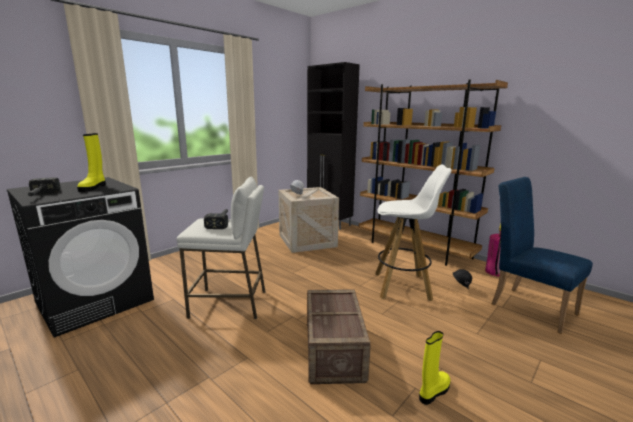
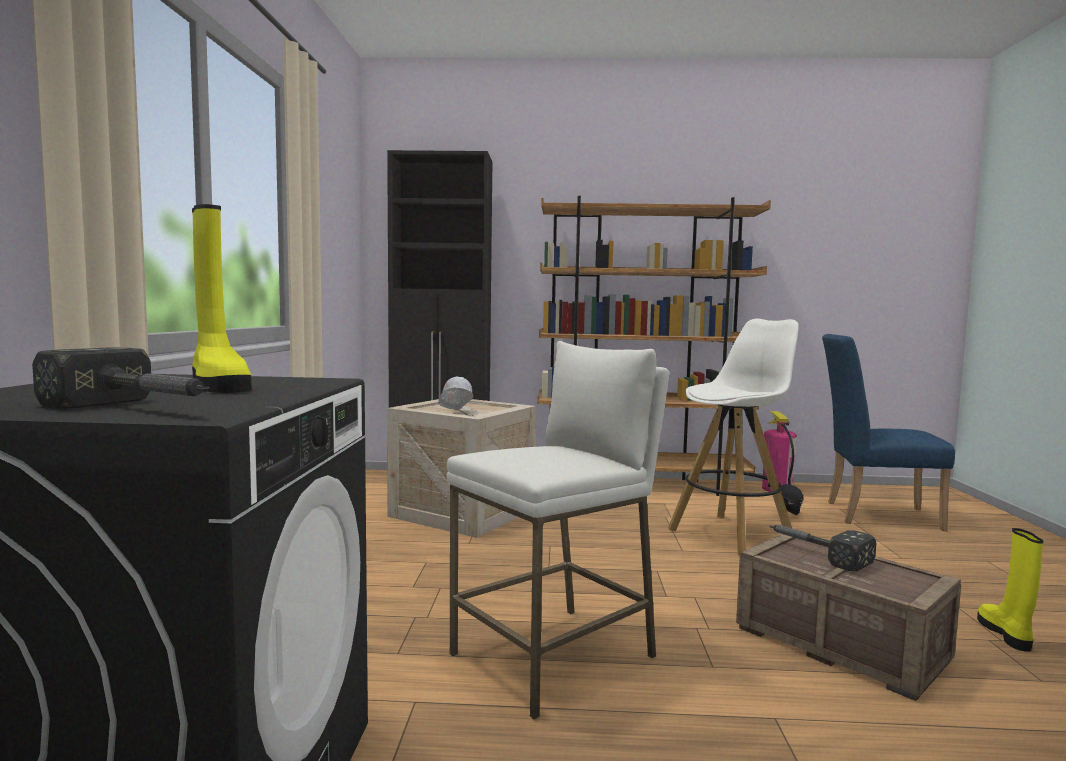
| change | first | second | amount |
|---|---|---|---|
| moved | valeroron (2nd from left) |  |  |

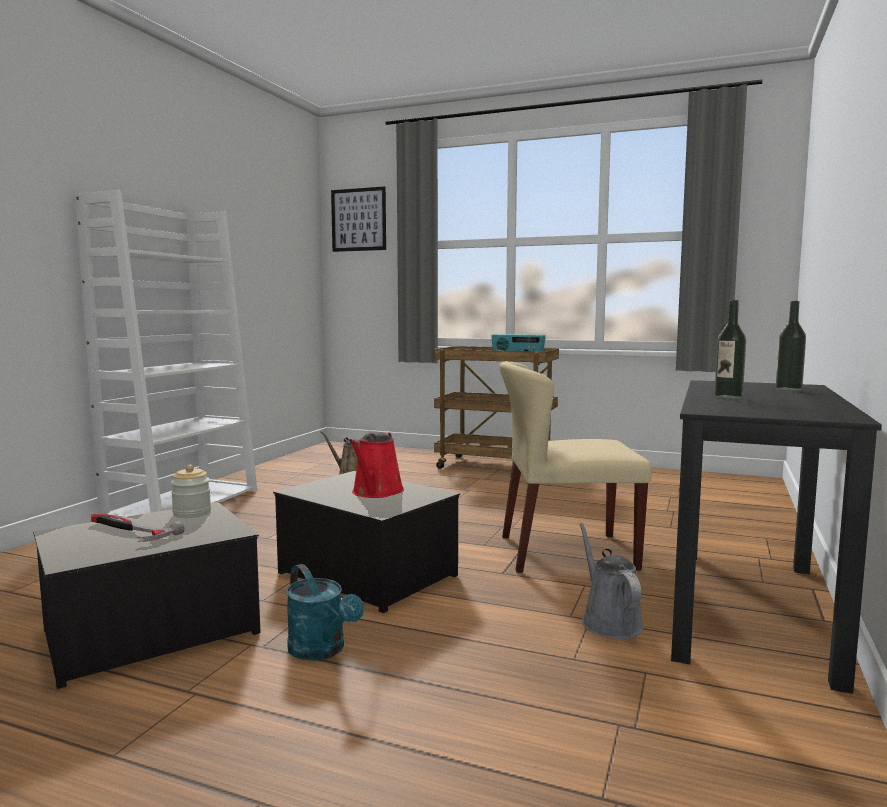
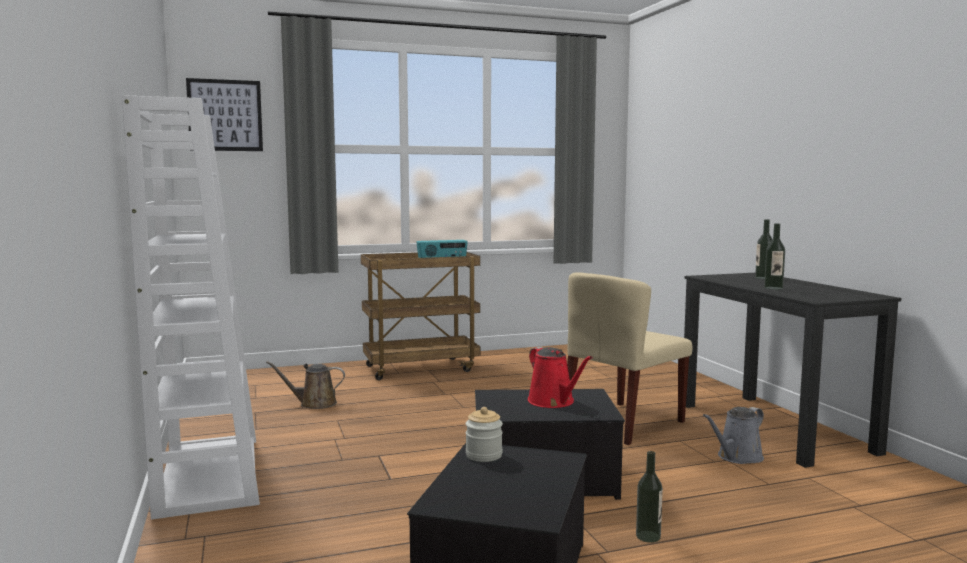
| change | first | second | amount |
|---|---|---|---|
| replaced | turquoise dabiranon | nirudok (1st from left) |  |
| turned | grey dabiranon |  | 75 degrees counterclockwise |
| removed | valeroron |  |  |

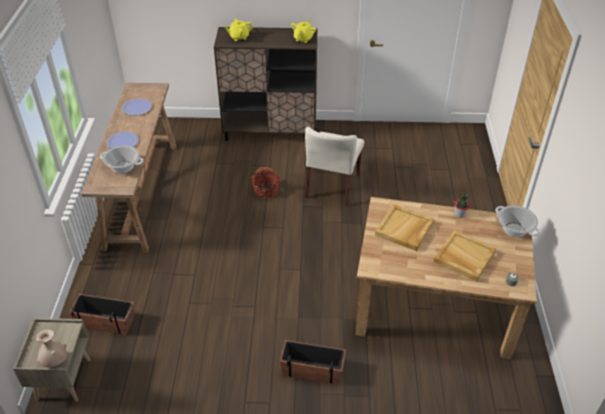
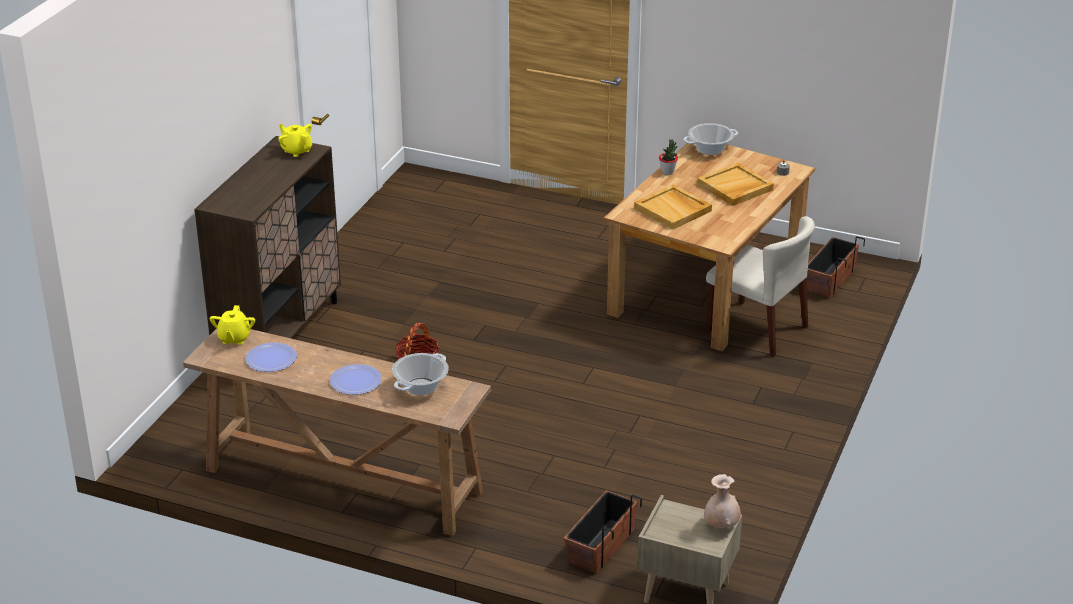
| change | first | second | amount |
|---|---|---|---|
| moved | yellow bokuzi (1st from left) |  |  |
| moved | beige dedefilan |  |  |
| moved | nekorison (2nd from left) |  |  |

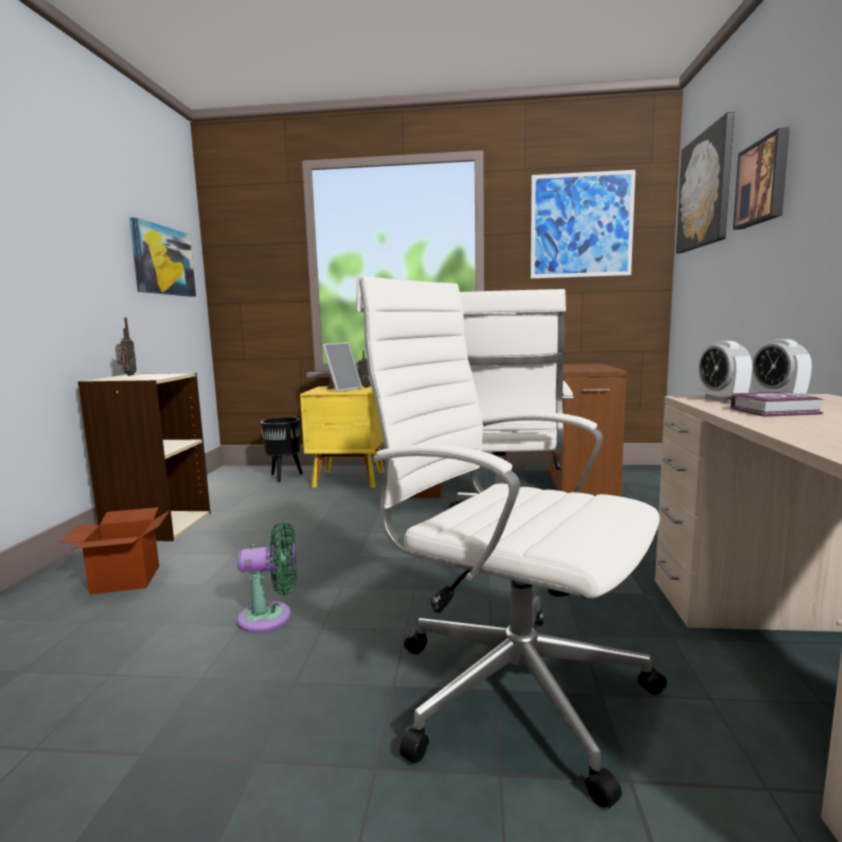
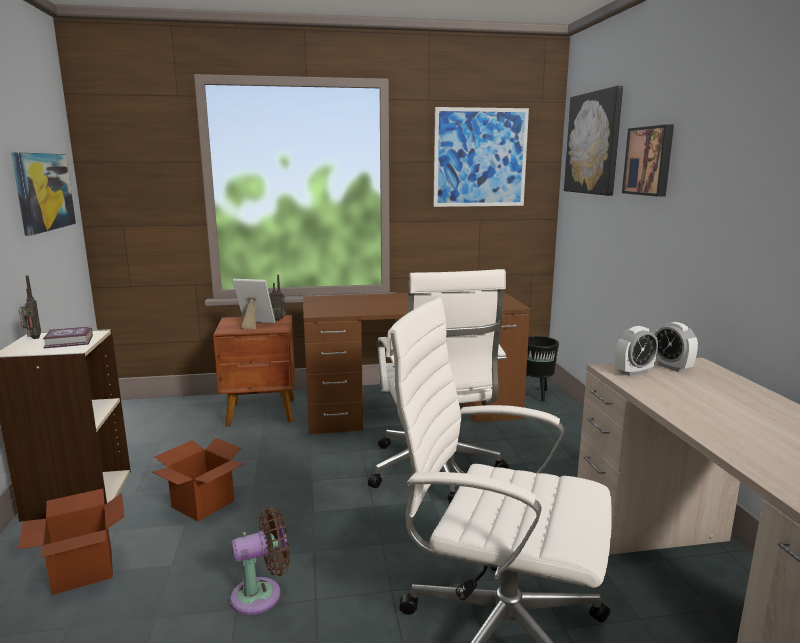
| change | first | second | amount |
|---|---|---|---|
| moved | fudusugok |  |  |
| added |  | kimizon (2nd from left) |  |
| recoloured | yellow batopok | brown batopok |  |
| recoloured | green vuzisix | brown vuzisix |  |
| turned | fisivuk |  | 105 degrees counterclockwise |
| moved | black nekorison |  |  |
| turned | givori (1st from left) |  | 90 degrees counterclockwise |

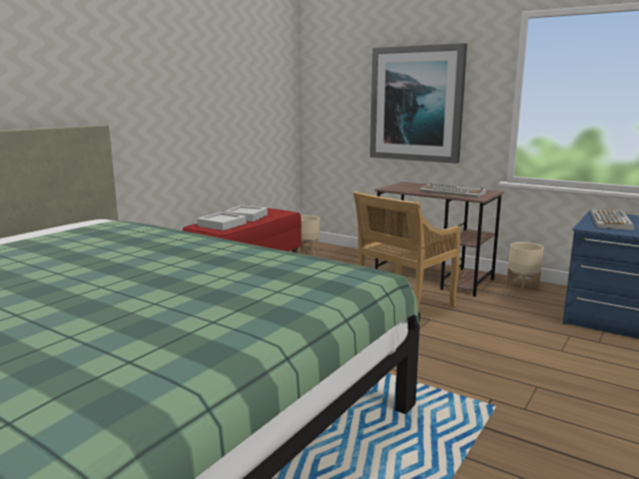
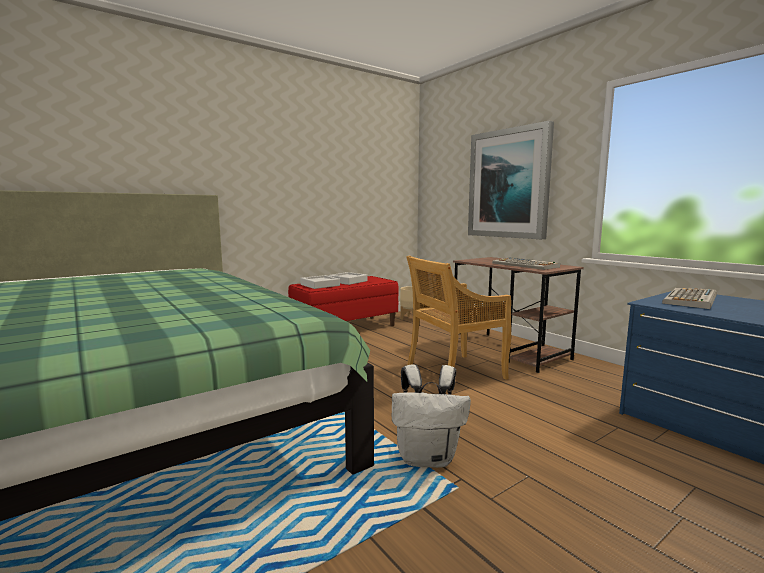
| change | first | second | amount |
|---|---|---|---|
| added |  | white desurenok |  |
| removed | beige nekorison (2nd from left) |  |  |

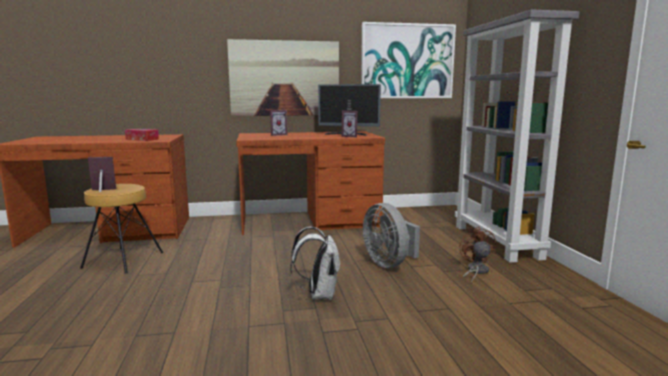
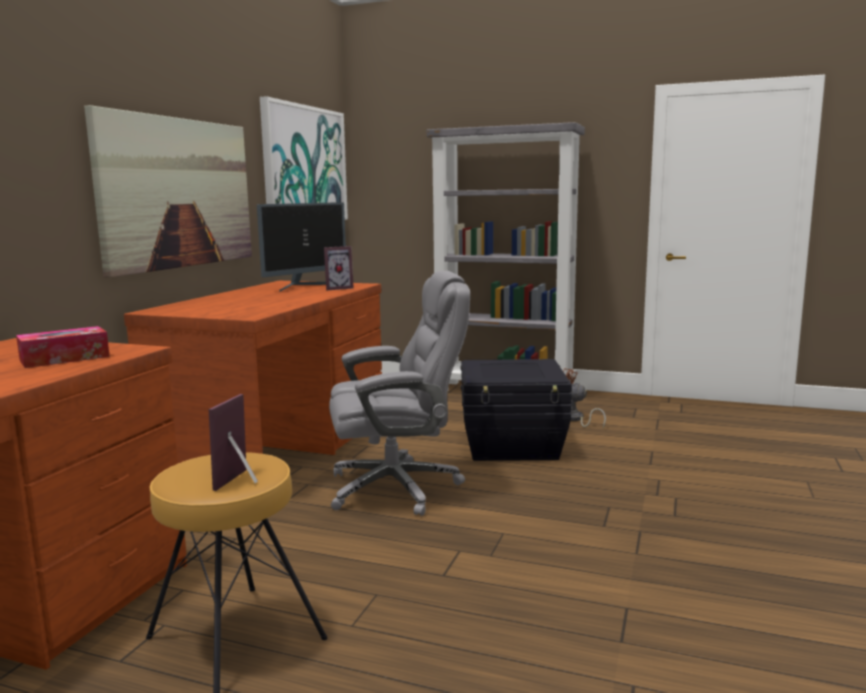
| change | first | second | amount |
|---|---|---|---|
| added |  | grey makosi |  |
| replaced | grey vuzisix | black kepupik |  |
| removed | fisivuk (2nd from left) |  |  |
| removed | white desurenok |  |  |

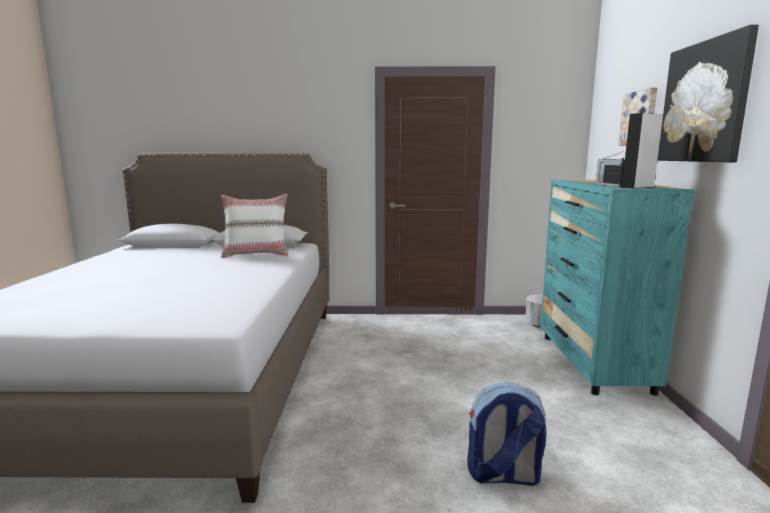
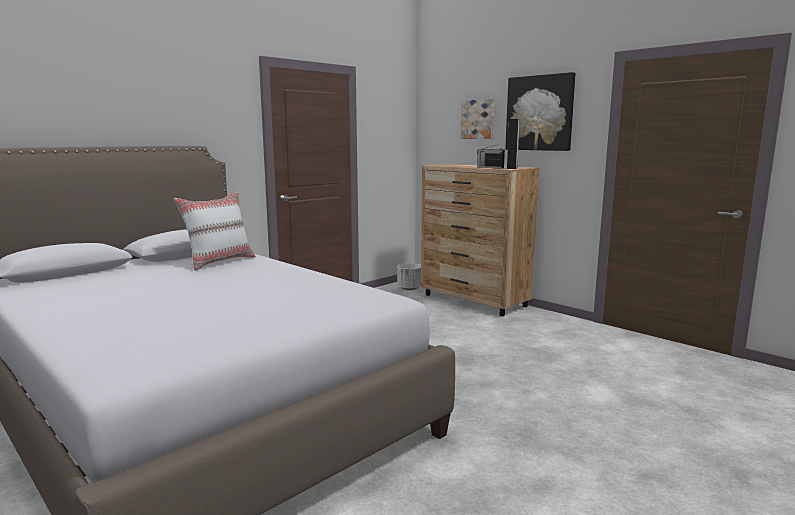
| change | first | second | amount |
|---|---|---|---|
| recoloured | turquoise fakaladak | brown fakaladak |  |
| removed | desurenok |  |  |

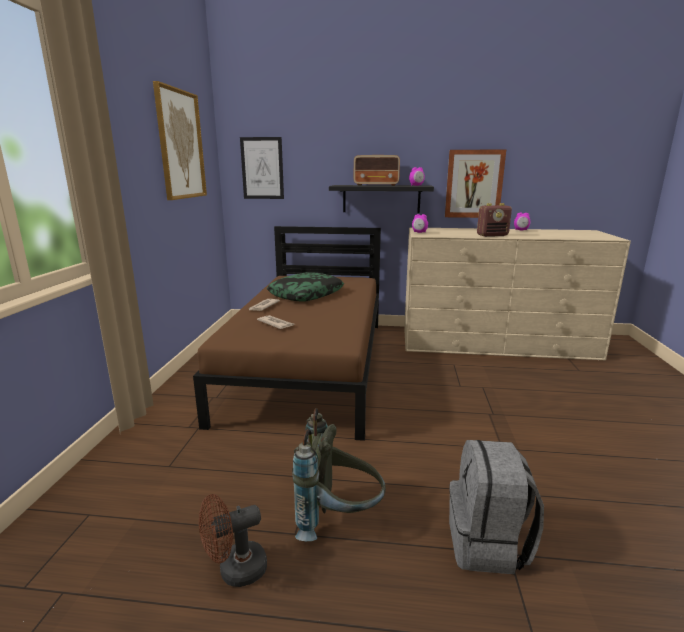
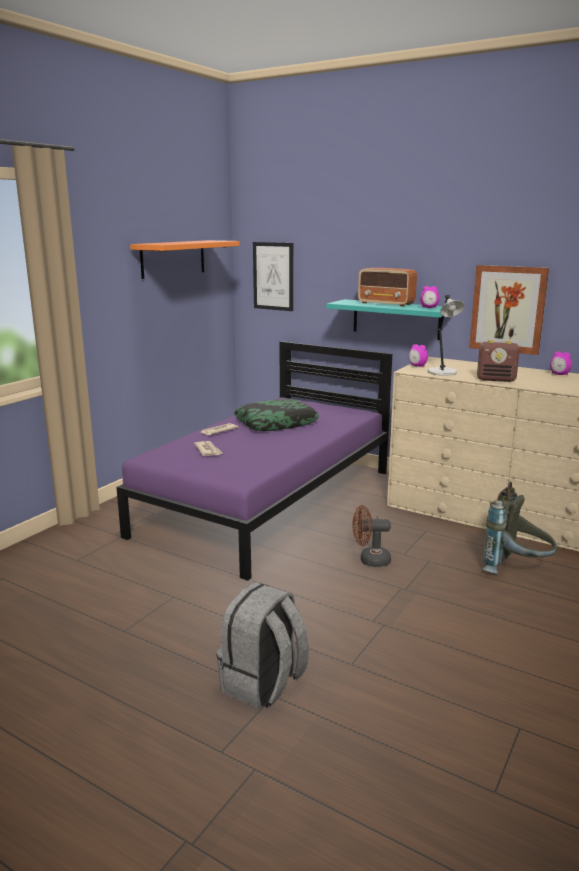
| change | first | second | amount |
|---|---|---|---|
| recoloured | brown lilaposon | purple lilaposon |  |
| replaced | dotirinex (1st from left) | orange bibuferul |  |
| recoloured | black bibuferul | turquoise bibuferul |  |
| moved | brown vuzisix |  |  |
| added |  | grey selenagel |  |
| moved | grey desurenok (1st from left in the first image) | grey desurenok (2nd from left) |  |

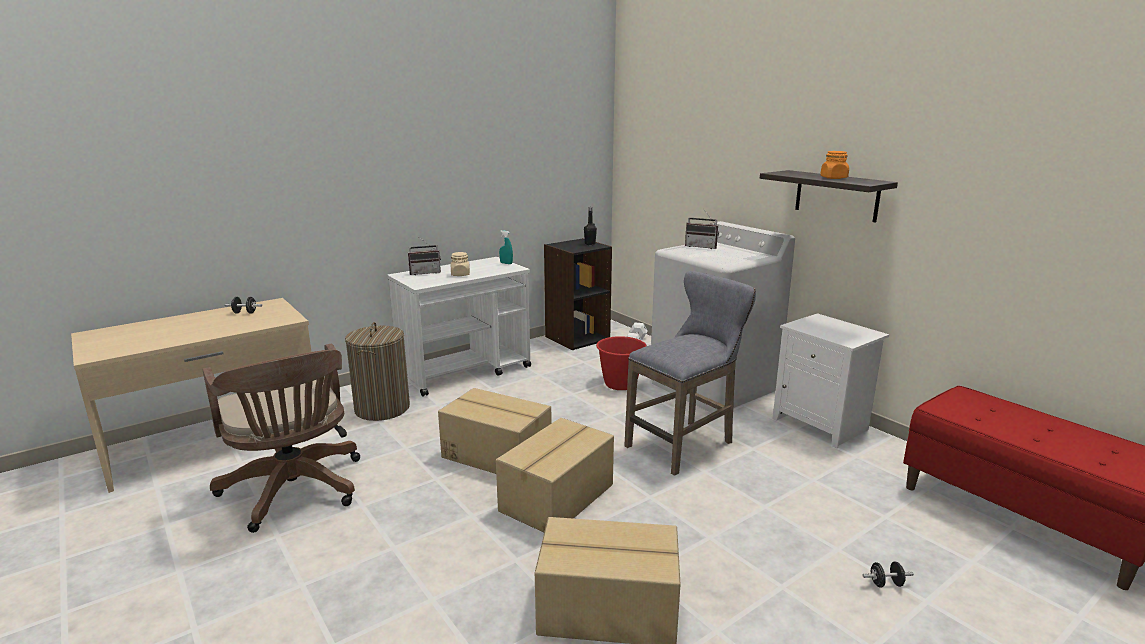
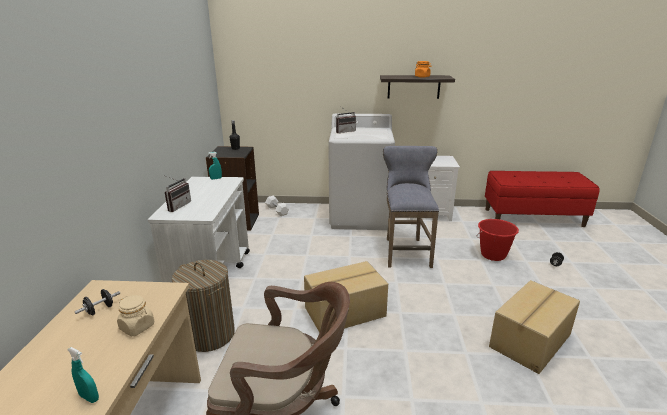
| change | first | second | amount |
|---|---|---|---|
| added |  | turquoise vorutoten (1st from left) |  |
| moved | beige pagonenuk |  |  |
| moved | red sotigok |  |  |
| removed | kimizon (2nd from left) |  |  |

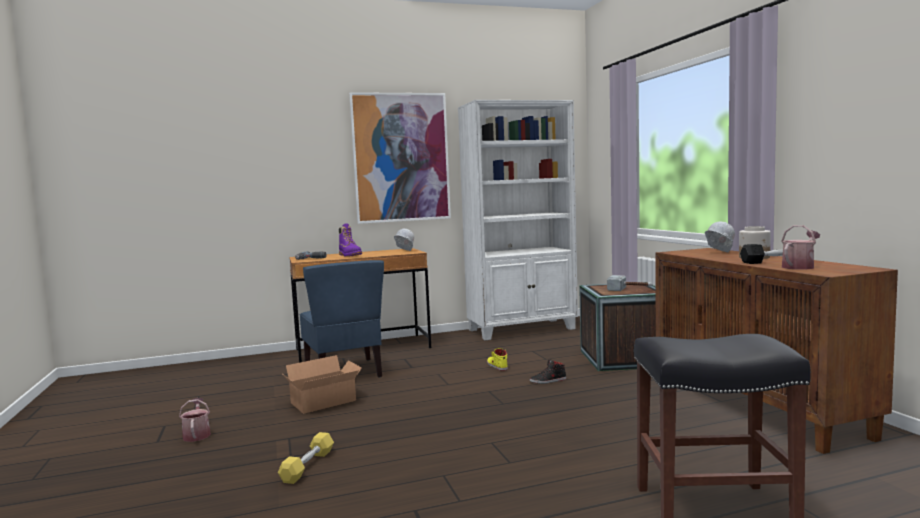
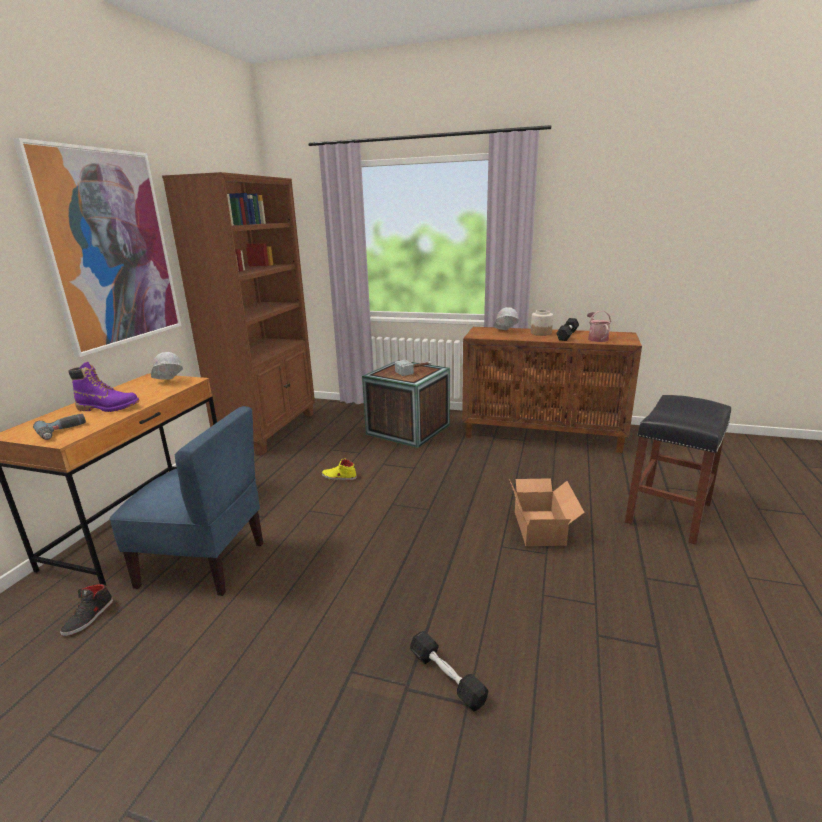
| change | first | second | amount |
|---|---|---|---|
| moved | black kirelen |  |  |
| recoloured | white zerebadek | brown zerebadek |  |
| recoloured | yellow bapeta | black bapeta (1st from left) |  |
| moved | kimizon |  |  |
| removed | dabiranon (1st from left) |  |  |

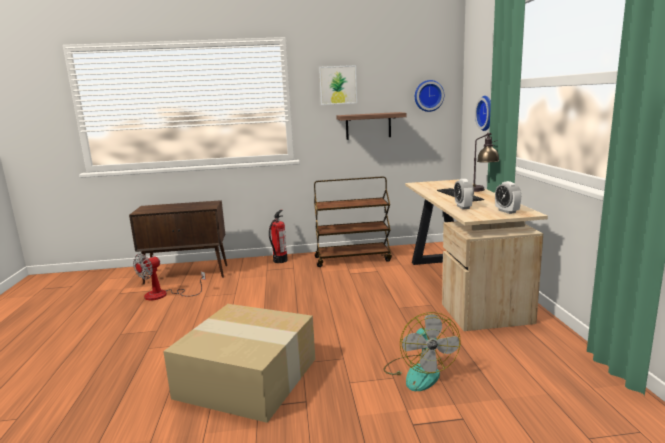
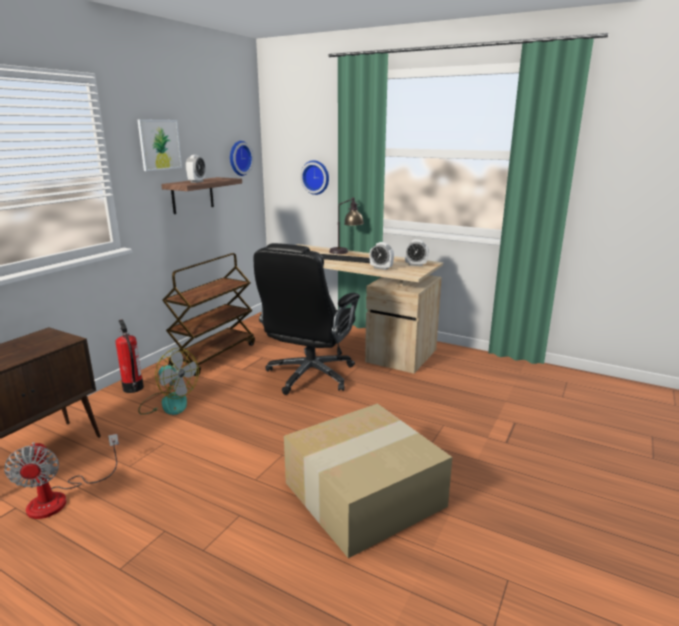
| change | first | second | amount |
|---|---|---|---|
| moved | vuzisix (2nd from left) |  |  |
| added |  | givori (1st from left) |  |
| added |  | black makosi |  |

